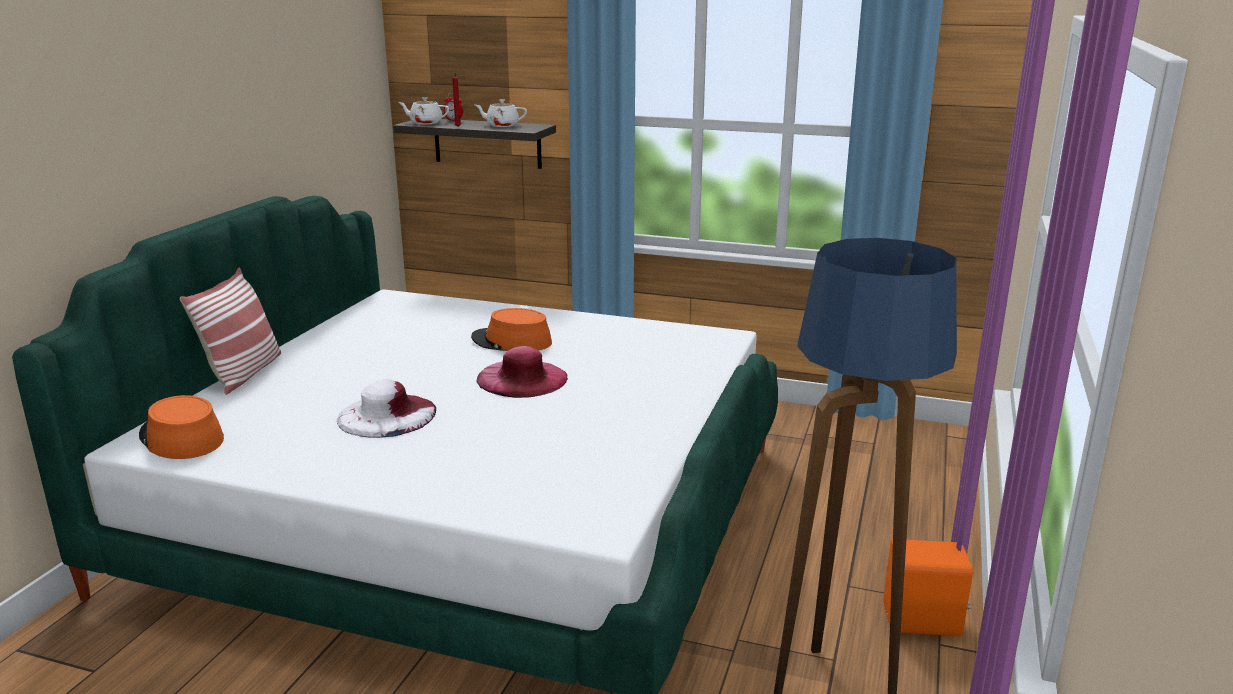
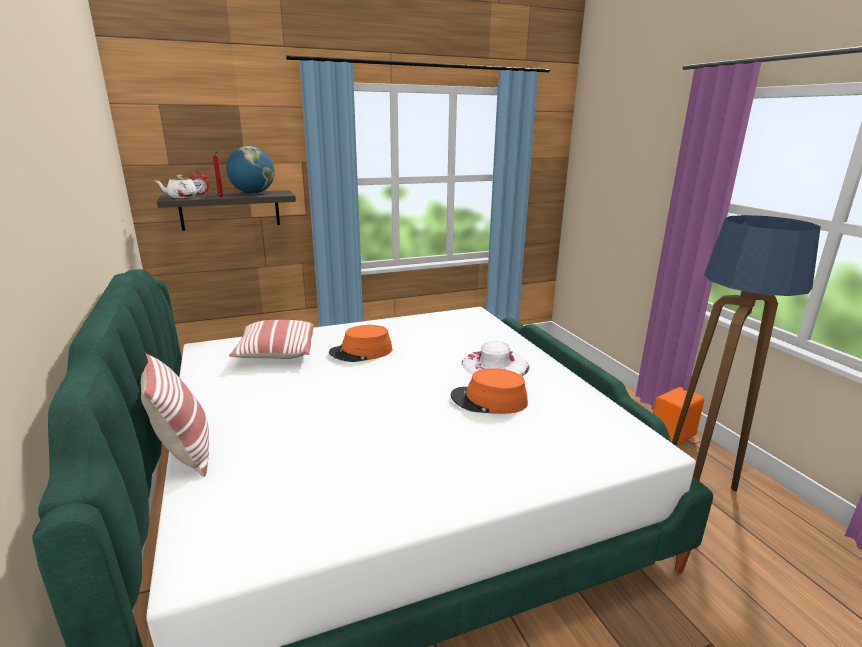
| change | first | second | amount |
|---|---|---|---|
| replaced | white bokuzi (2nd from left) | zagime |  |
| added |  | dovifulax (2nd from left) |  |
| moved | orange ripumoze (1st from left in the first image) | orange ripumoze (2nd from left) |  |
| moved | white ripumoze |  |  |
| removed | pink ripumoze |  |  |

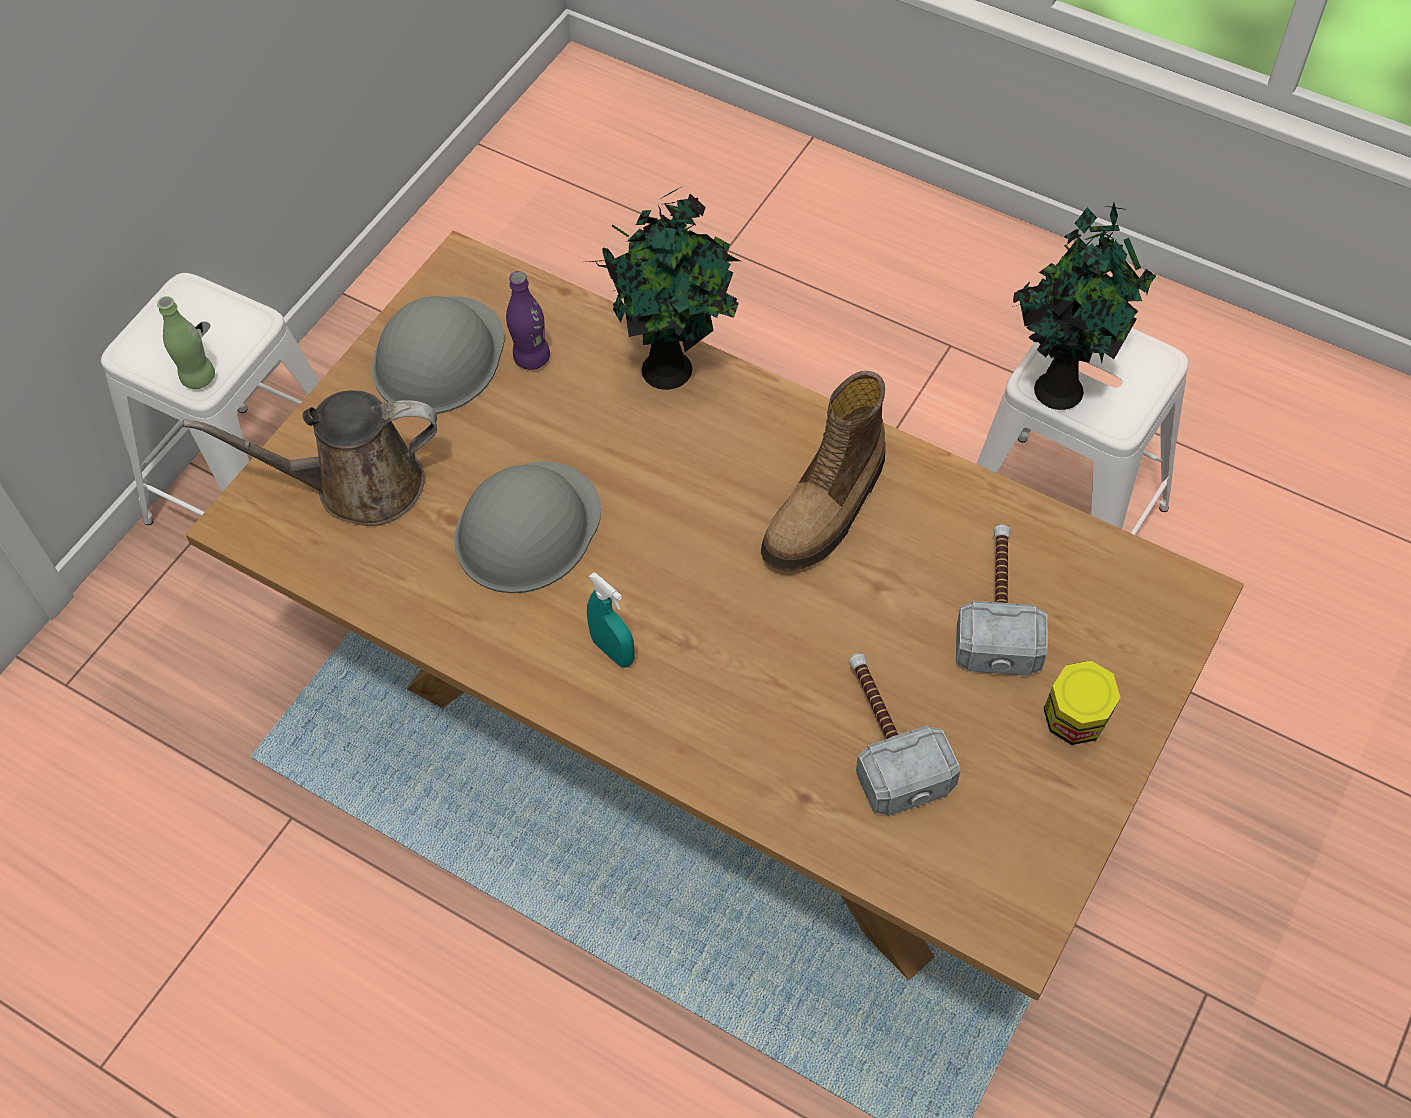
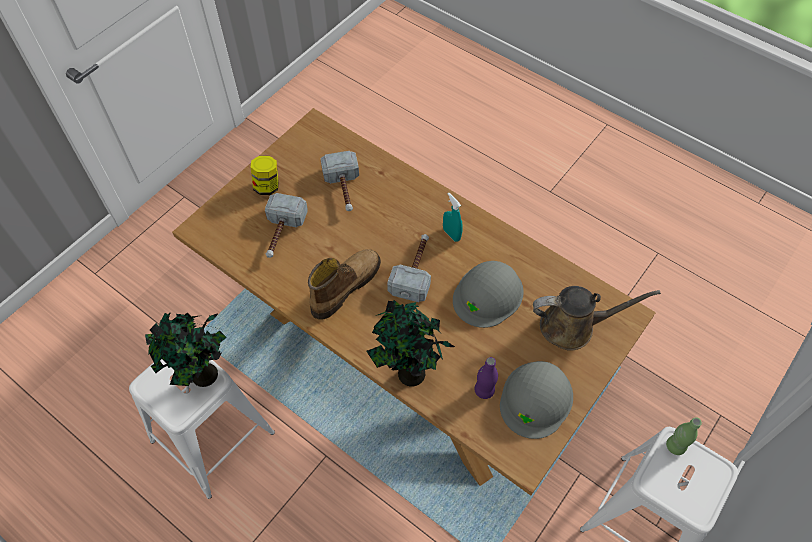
| change | first | second | amount |
|---|---|---|---|
| added |  | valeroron (3rd from left) |  |

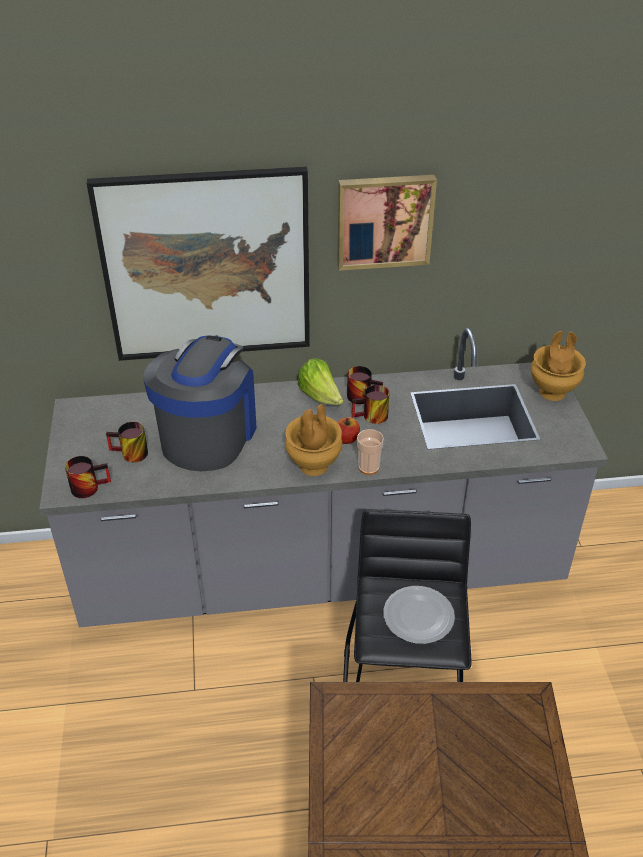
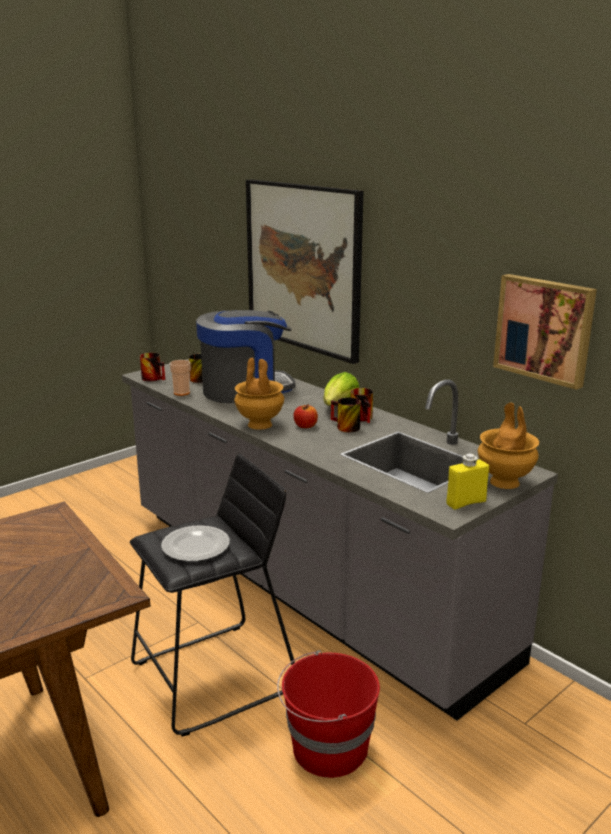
| change | first | second | amount |
|---|---|---|---|
| moved | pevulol |  |  |
| added |  | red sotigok |  |
| added |  | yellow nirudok |  |
| moved | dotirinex (2nd from left) |  |  |

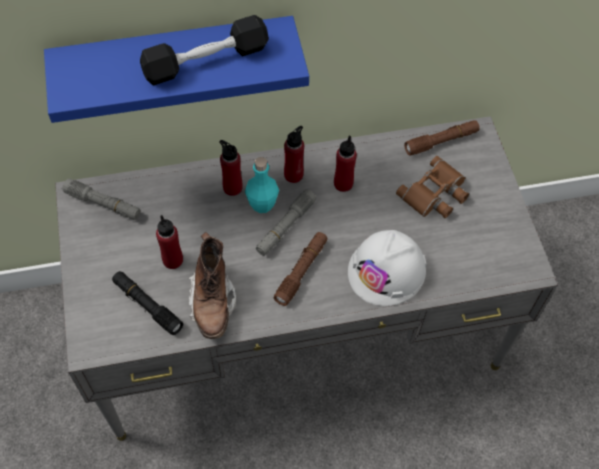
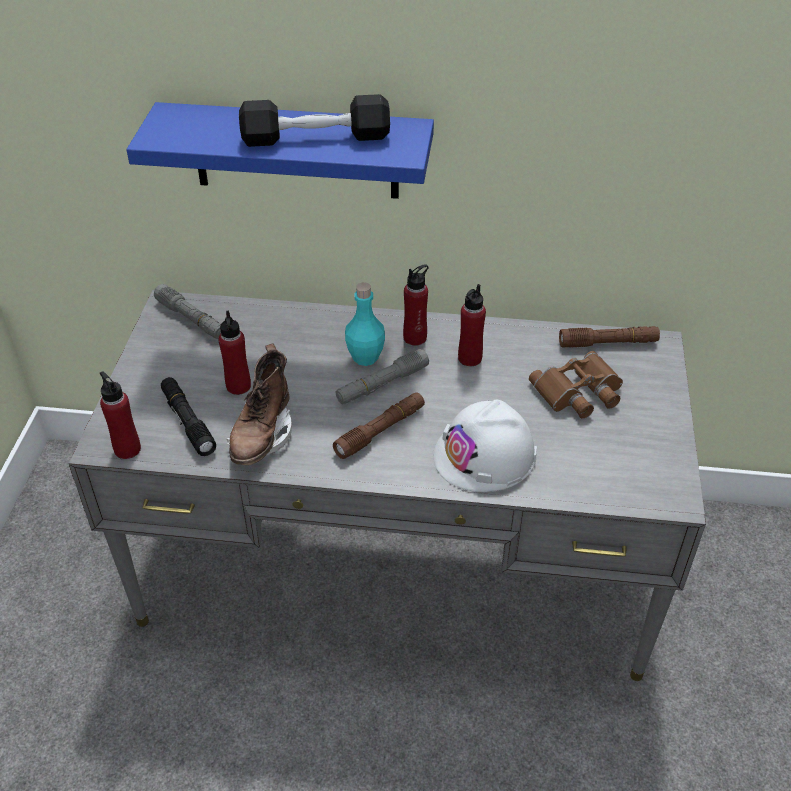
| change | first | second | amount |
|---|---|---|---|
| moved | red nirudok (2nd from left in the first image) | red nirudok (1st from left) |  |

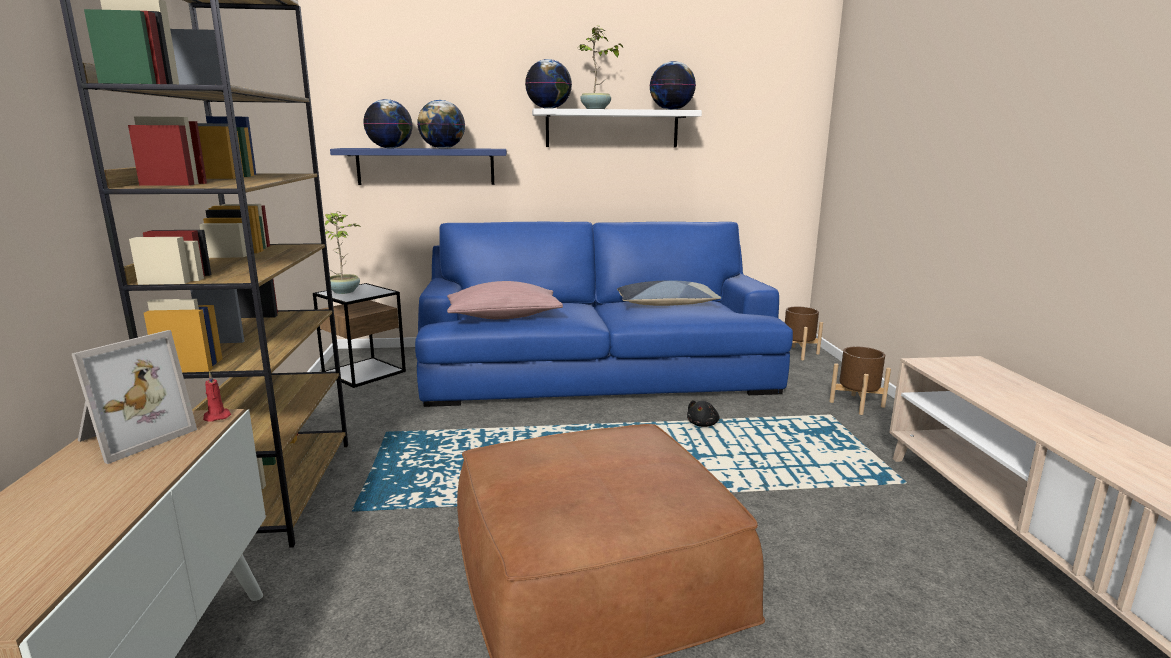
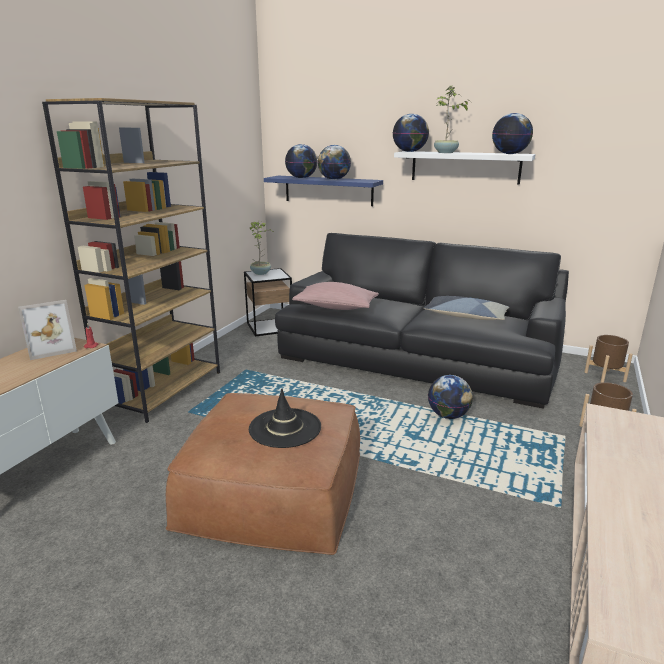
| change | first | second | amount |
|---|---|---|---|
| added |  | black ripumoze |  |
| recoloured | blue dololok | black dololok |  |
| replaced | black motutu | zagime (4th from left) |  |

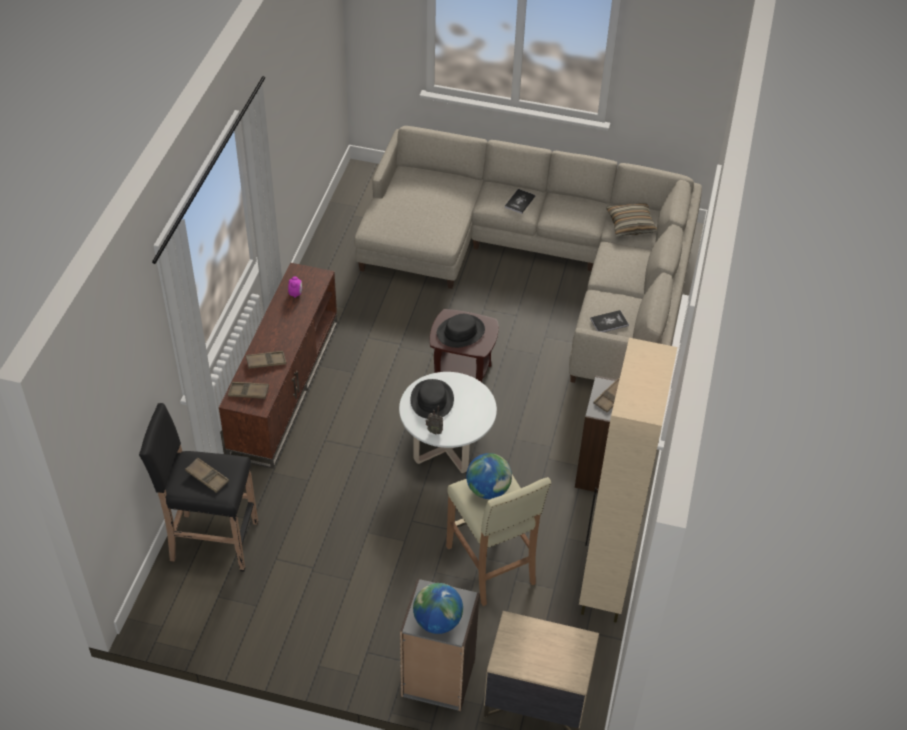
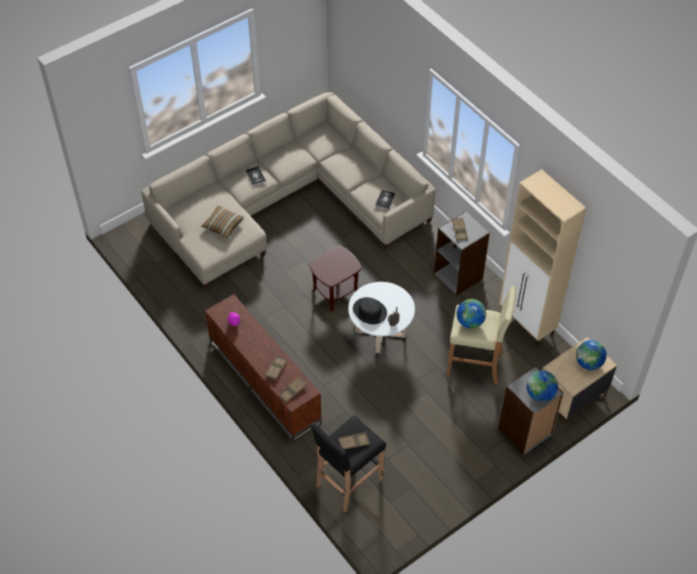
| change | first | second | amount |
|---|---|---|---|
| moved | dovifulax |  |  |
| added |  | zagime (3rd from left) |  |
| removed | black ripumoze (2nd from left) |  |  |

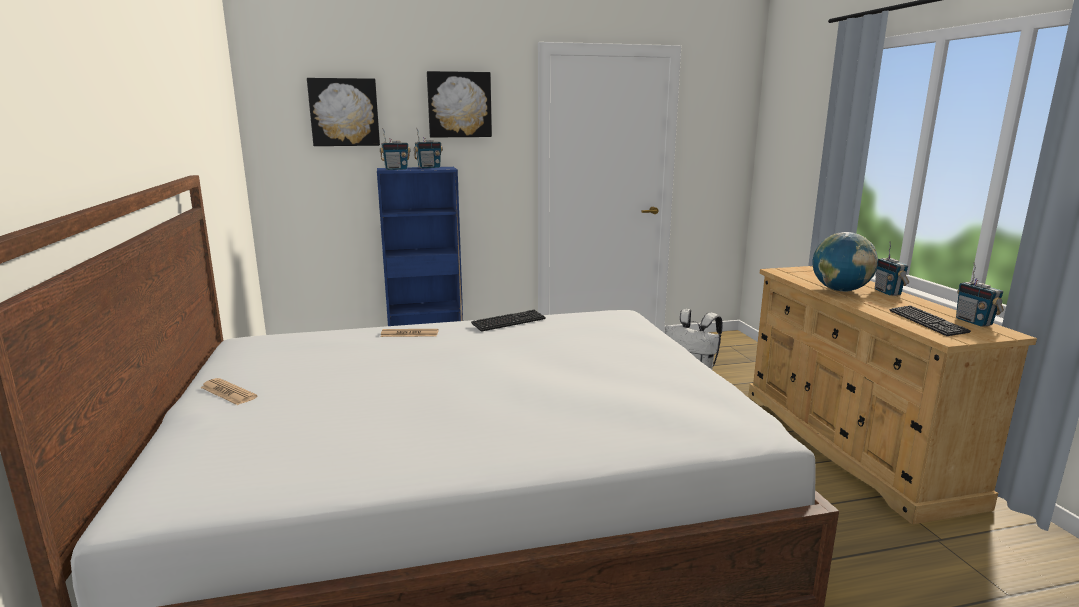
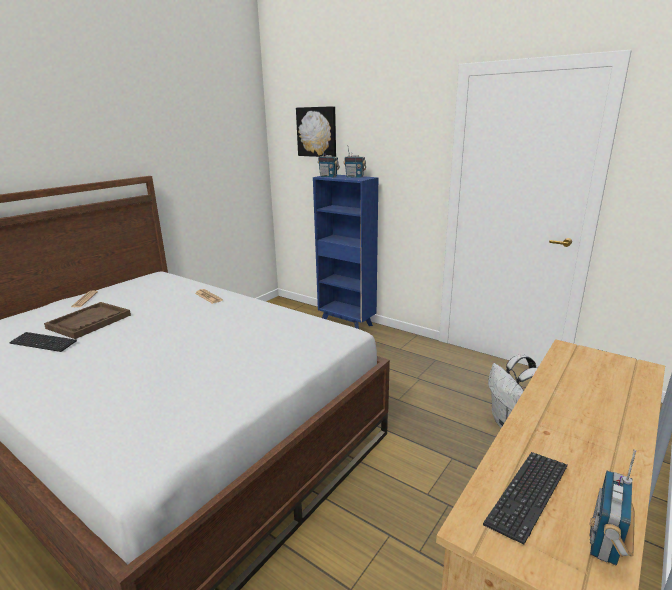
| change | first | second | amount |
|---|---|---|---|
| moved | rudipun (1st from left) |  |  |
| added |  | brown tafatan |  |
| removed | dotirinex (2nd from left) |  |  |
| removed | zagime |  |  |
| removed | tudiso (3rd from left) |  |  |

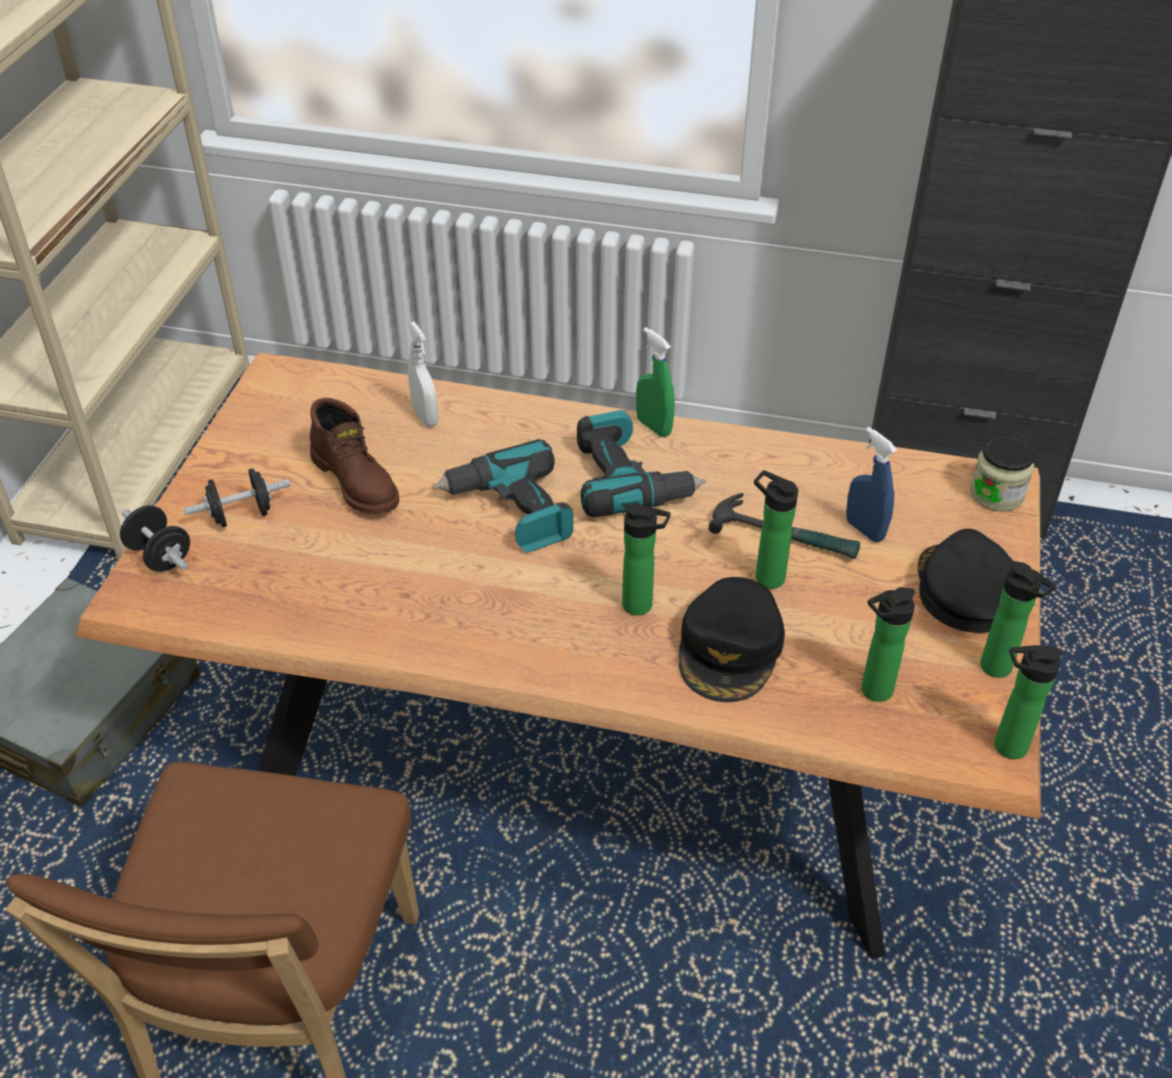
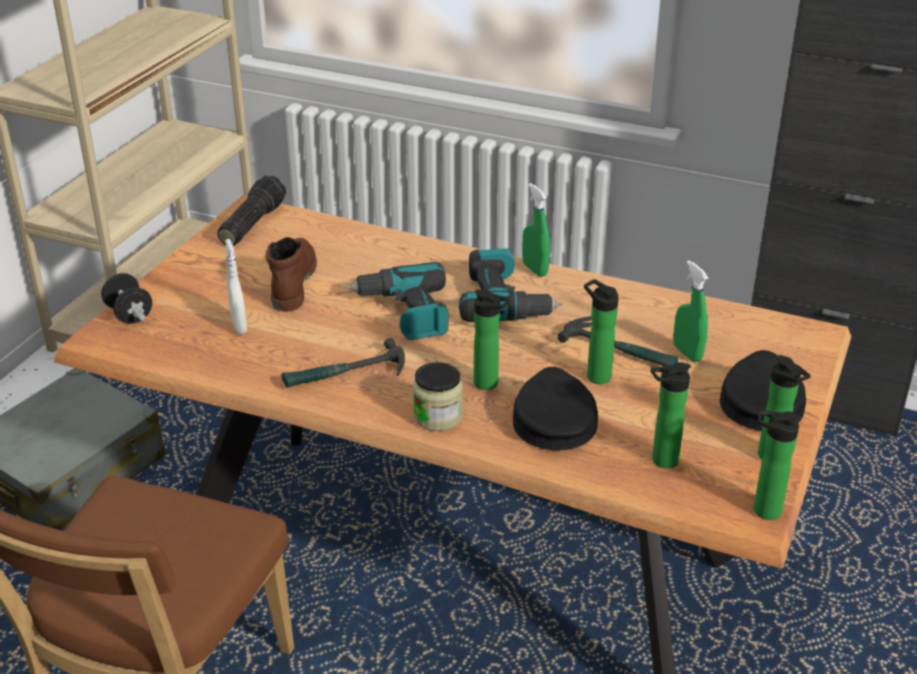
| change | first | second | amount |
|---|---|---|---|
| added |  | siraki |  |
| moved | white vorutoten |  |  |
| turned | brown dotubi |  | 150 degrees counterclockwise |
| added |  | valeroron (1st from left) |  |
| moved | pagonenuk |  |  |
| turned | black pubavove (1st from left) |  | 150 degrees clockwise |
| recoloured | blue vorutoten | green vorutoten (2nd from left) |  |
| removed | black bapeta (2nd from left) |  |  |

